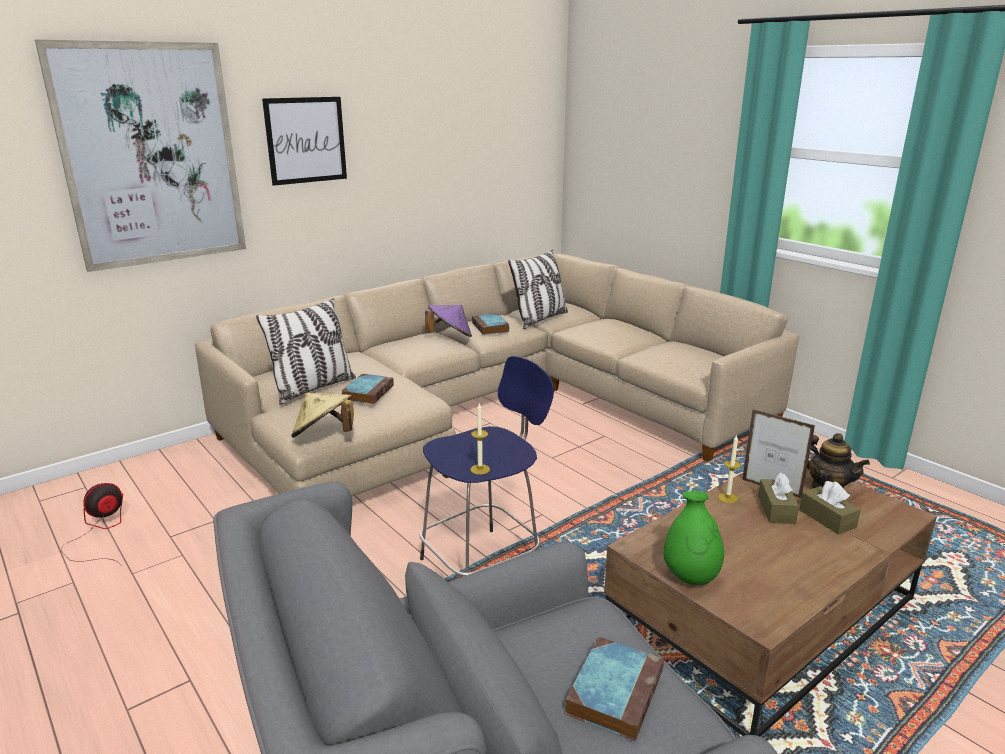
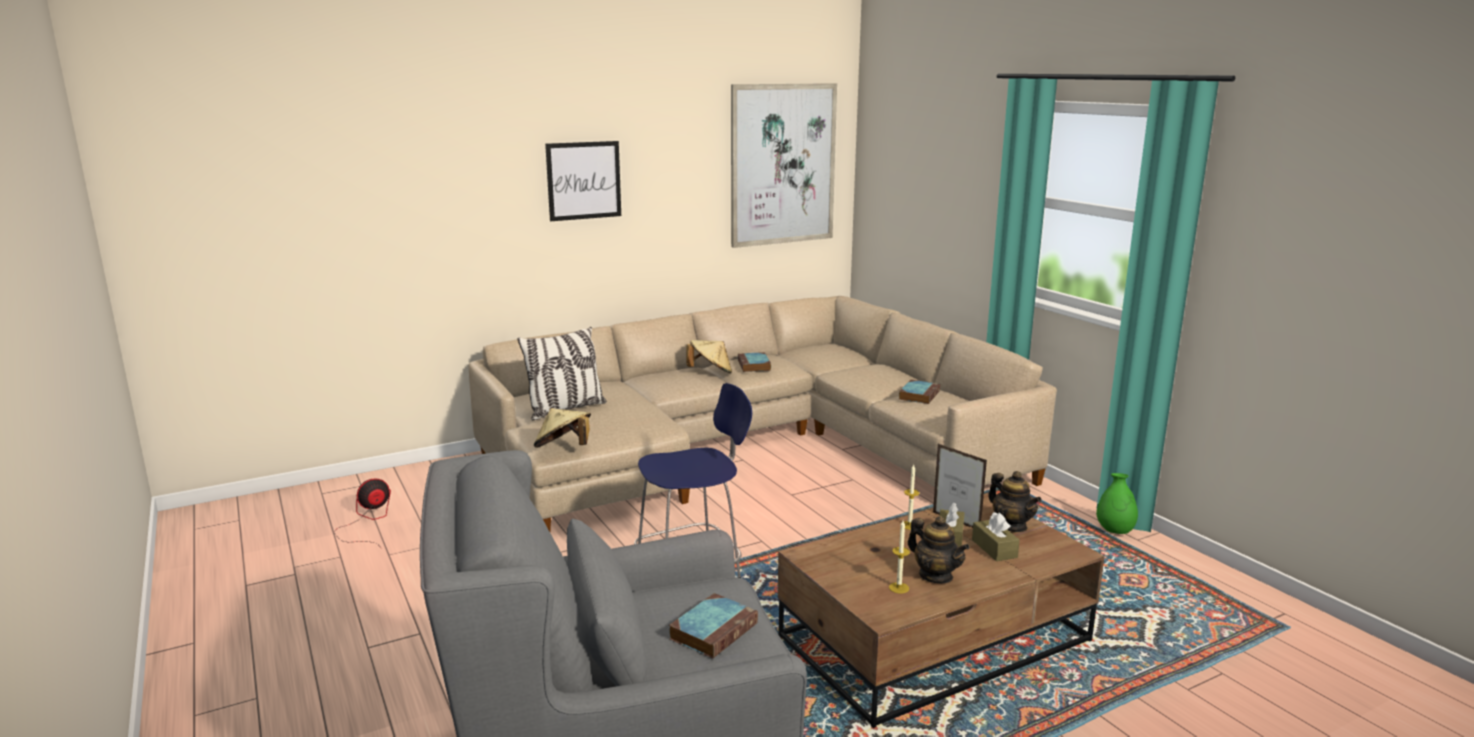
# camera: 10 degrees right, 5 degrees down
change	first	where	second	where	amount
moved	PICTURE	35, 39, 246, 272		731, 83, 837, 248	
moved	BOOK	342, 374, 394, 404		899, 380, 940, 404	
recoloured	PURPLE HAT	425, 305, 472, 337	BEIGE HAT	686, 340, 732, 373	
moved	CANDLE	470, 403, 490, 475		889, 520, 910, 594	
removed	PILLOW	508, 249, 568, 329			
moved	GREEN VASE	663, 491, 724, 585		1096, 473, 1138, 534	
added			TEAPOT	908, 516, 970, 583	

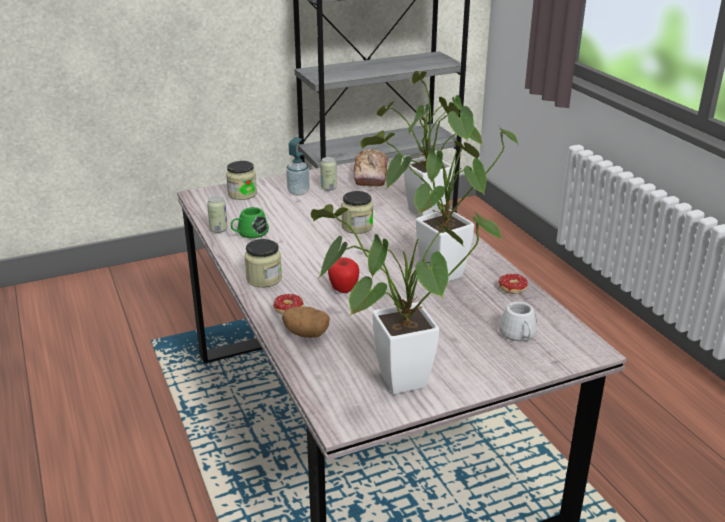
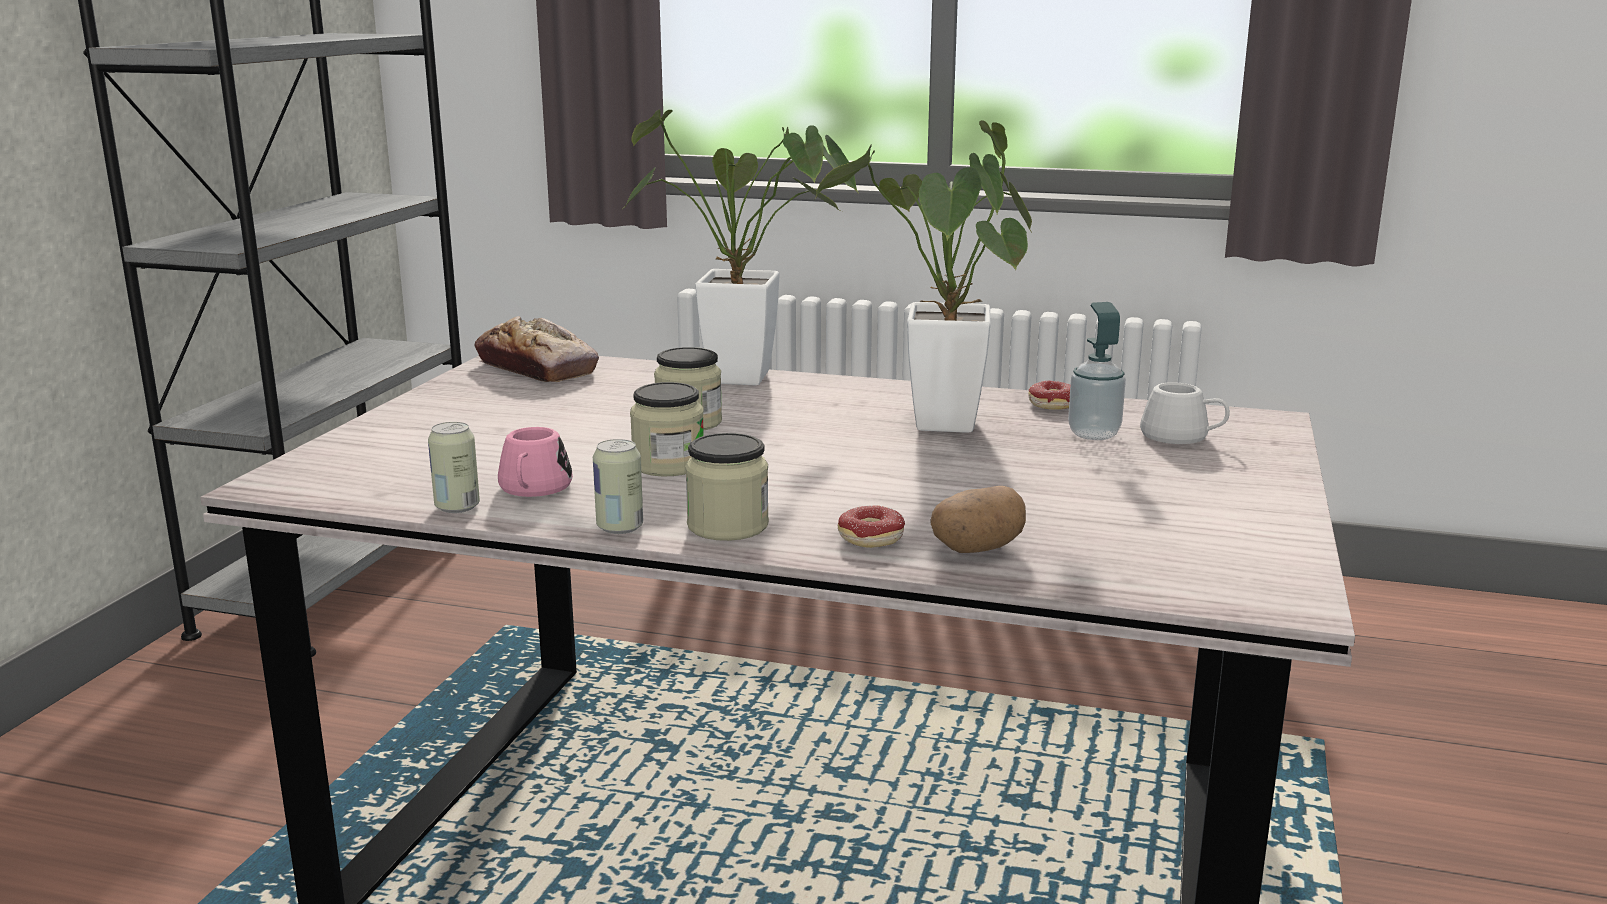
# camera: 50 degrees left, 10 degrees down
change	first	where	second	where	amount
moved	JAR	226, 161, 257, 200		630, 382, 704, 476	
recoloured	GREEN MUG	231, 207, 269, 238	PINK MUG	498, 427, 573, 497	
moved	SOAP DISPENSER	286, 137, 310, 196		1068, 302, 1126, 440	
removed	POTTED PLANT	310, 204, 502, 394			
moved	CAN	320, 157, 337, 191		593, 439, 643, 534	
removed	APPLE	328, 258, 359, 293			

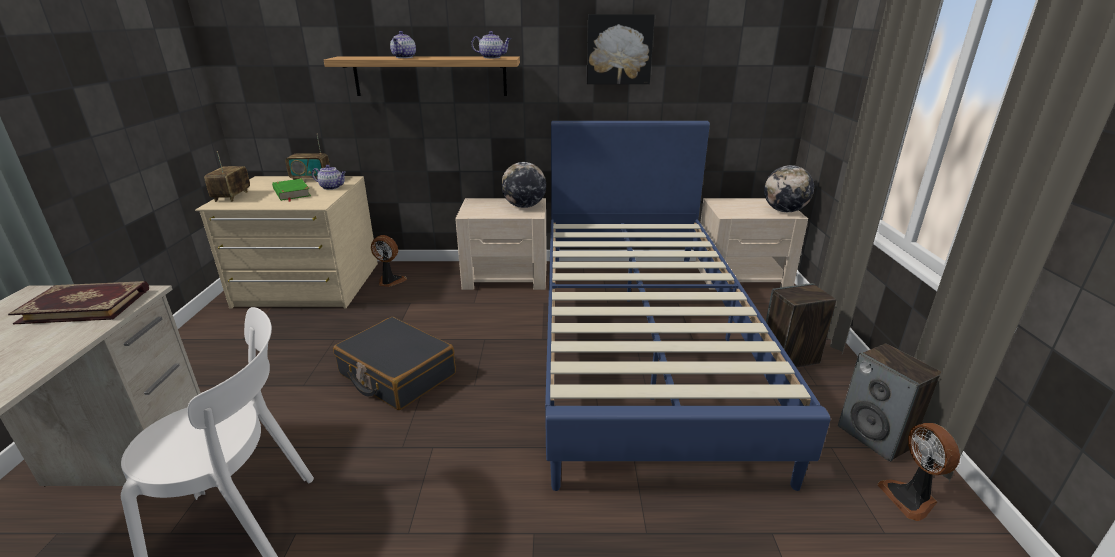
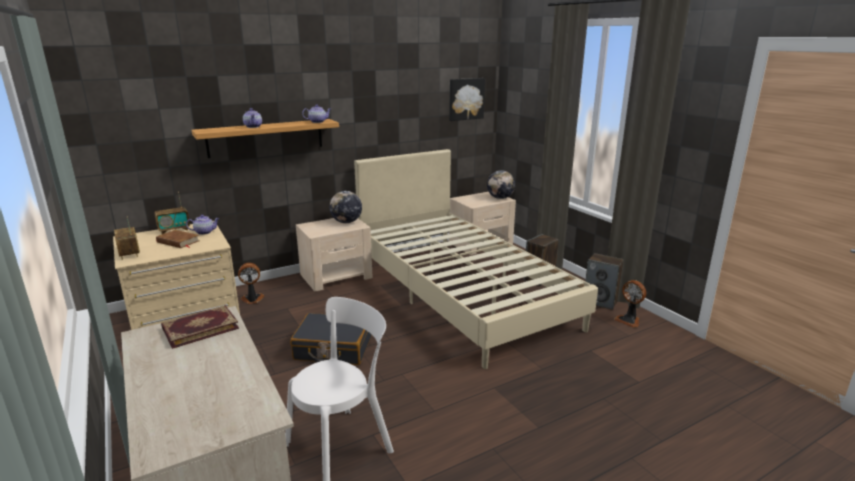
# camera: 30 degrees left, 5 degrees down
change	first	where	second	where	amount
recoloured	GREEN BOOK	272, 179, 311, 202	BROWN BOOK	156, 230, 199, 248	
recoloured	BLUE BED	545, 121, 830, 491	BEIGE BED	354, 149, 598, 369	
moved	PICTURE	586, 14, 655, 84		449, 78, 485, 121	

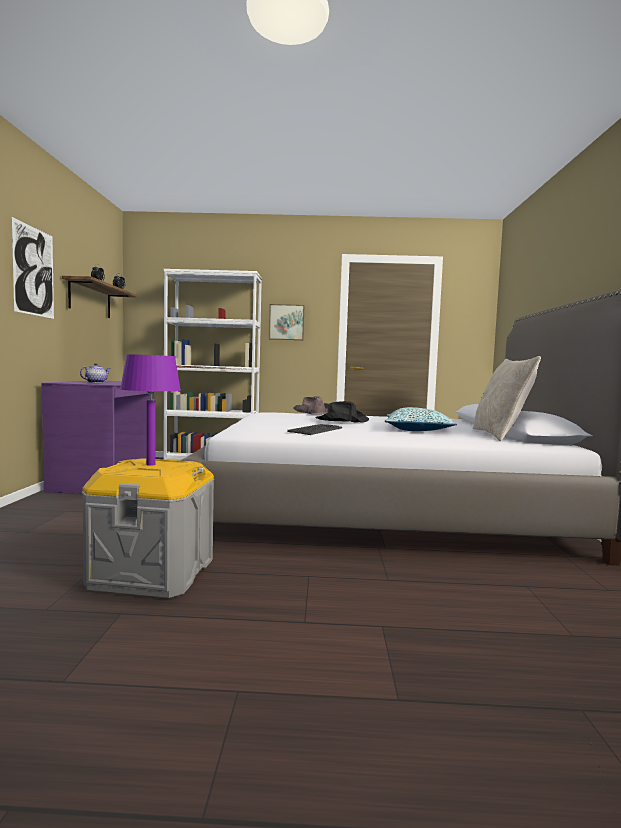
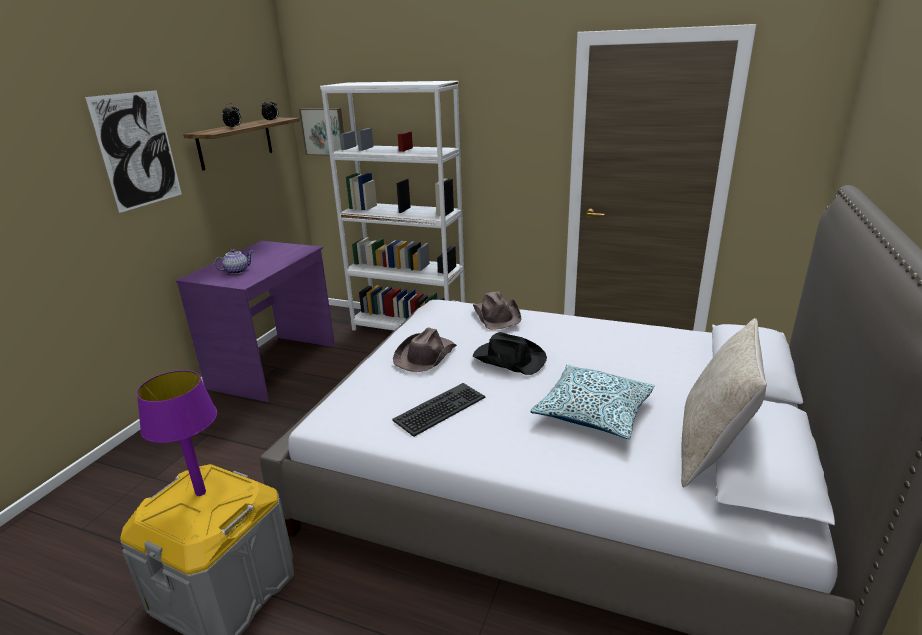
# camera: 20 degrees right, 20 degrees up
change	first	where	second	where	amount
moved	PICTURE	269, 304, 304, 340		299, 108, 344, 156	
added			BROWN HAT	393, 327, 457, 372	

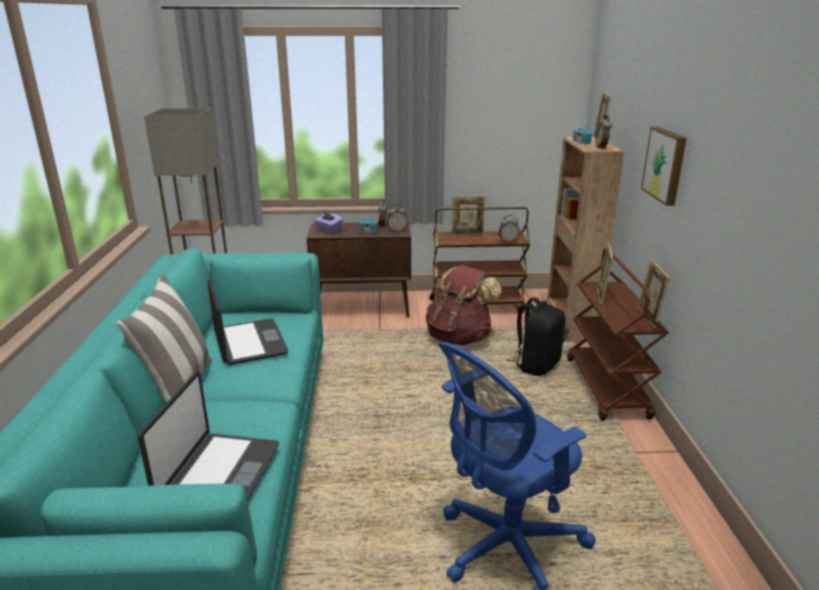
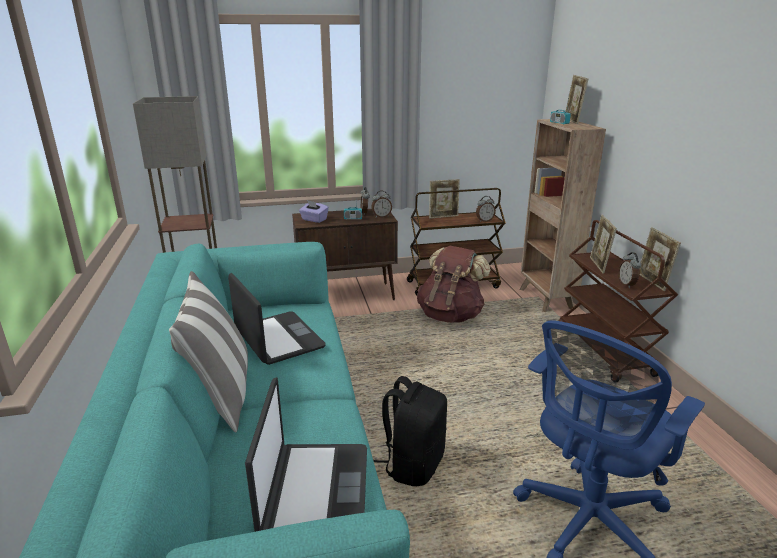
# camera: 10 degrees left, 0 degrees up
change	first	where	second	where	amount
moved	BLACK BACKPACK	507, 297, 566, 376		373, 376, 447, 486	
moved	ALARM CLOCK	596, 115, 612, 150		618, 252, 641, 288	
removed	PICTURE	641, 127, 687, 206			

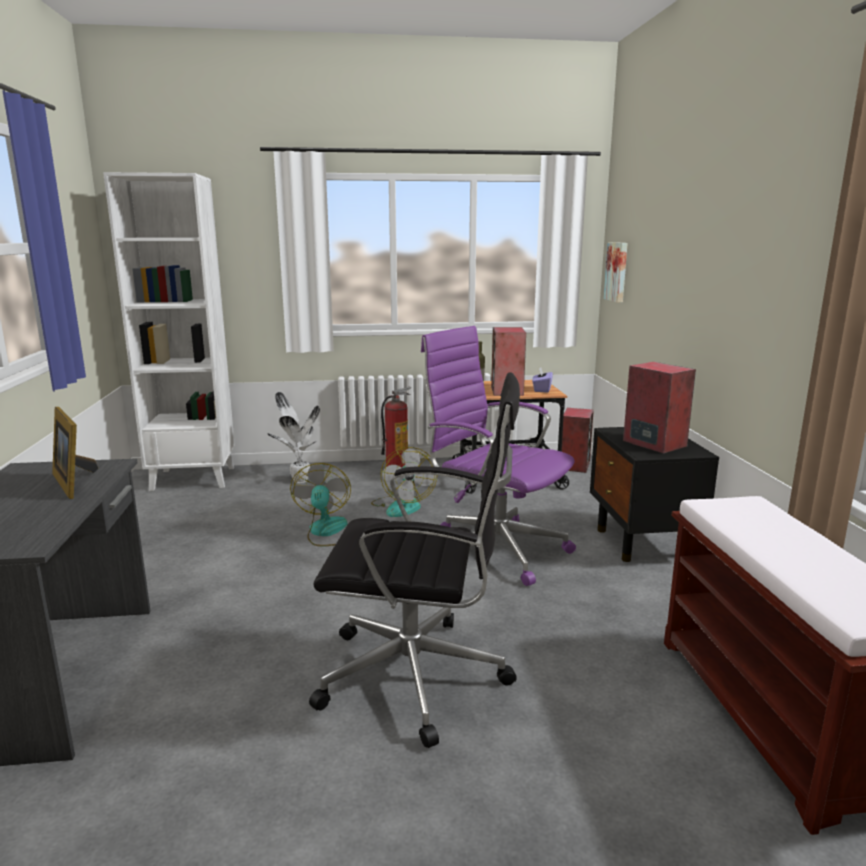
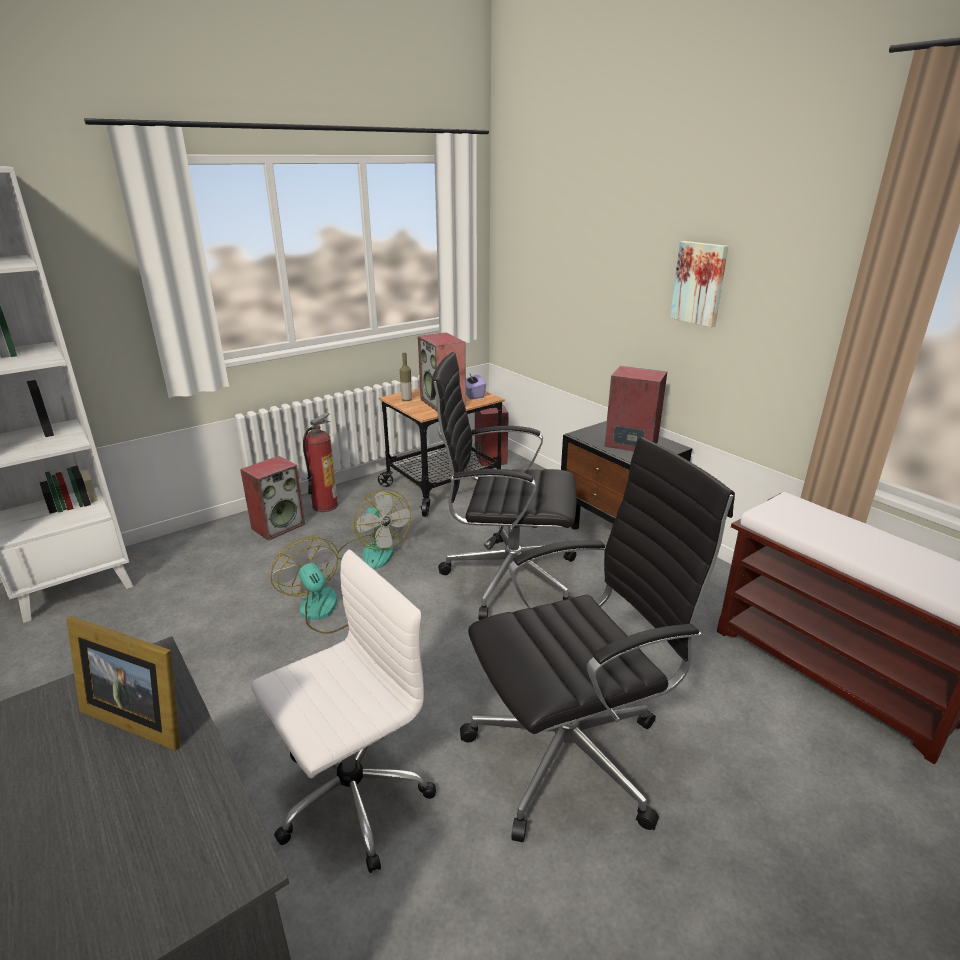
# camera: 30 degrees left, 10 degrees up
change	first	where	second	where	amount
removed	POTTED PLANT	268, 392, 320, 483			
recoloured	PURPLE OFFICE CHAIR	421, 326, 576, 586	BLACK OFFICE CHAIR	431, 352, 577, 620	
moved	PICTURE	604, 242, 628, 303		670, 241, 729, 327	
added			SPEAKER	240, 456, 305, 541	
added			WHITE OFFICE CHAIR	251, 549, 436, 873	

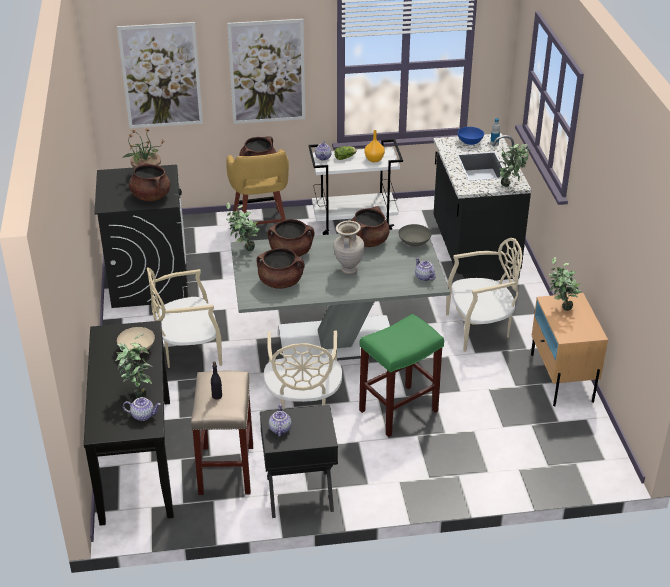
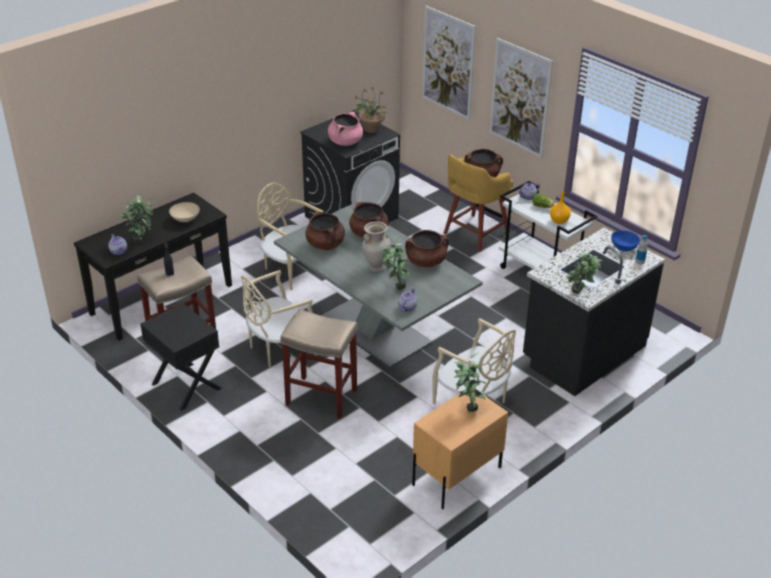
# camera: 55 degrees right, 0 degrees up
change	first	where	second	where	amount
recoloured	BROWN COOKING POT	129, 162, 171, 201	PINK COOKING POT	328, 112, 363, 146	
moved	POTTED PLANT	226, 202, 260, 251		381, 236, 412, 290	
removed	TEAPOT	269, 404, 292, 437			
recoloured	GREEN STOOL	359, 314, 444, 437	BEIGE STOOL	280, 309, 358, 419	
removed	GREY BOWL	398, 224, 431, 246			

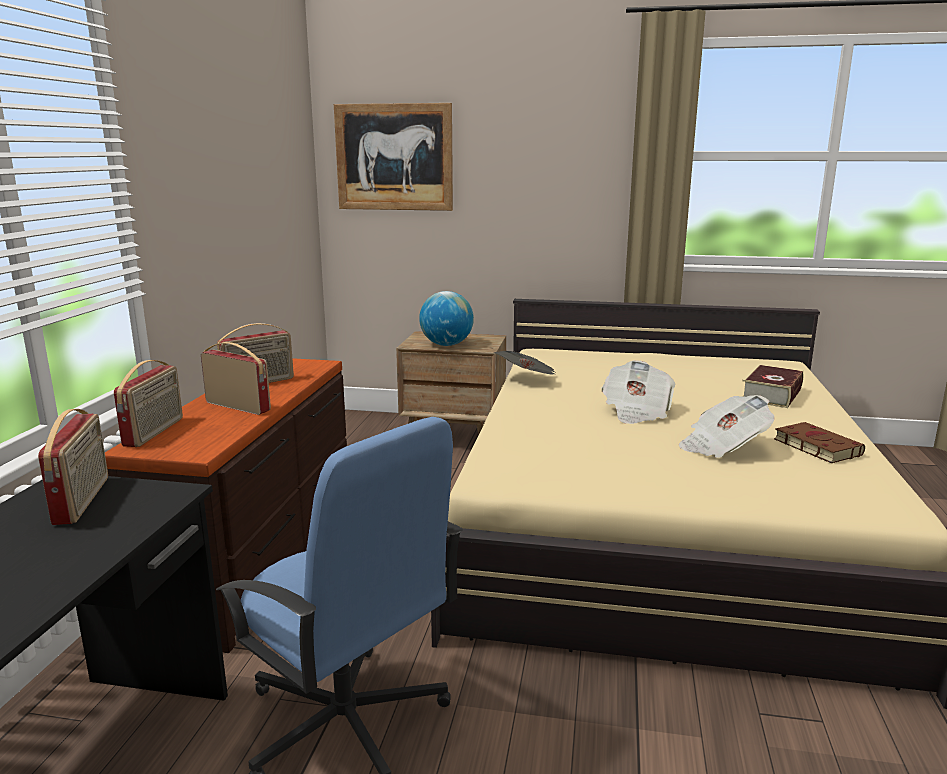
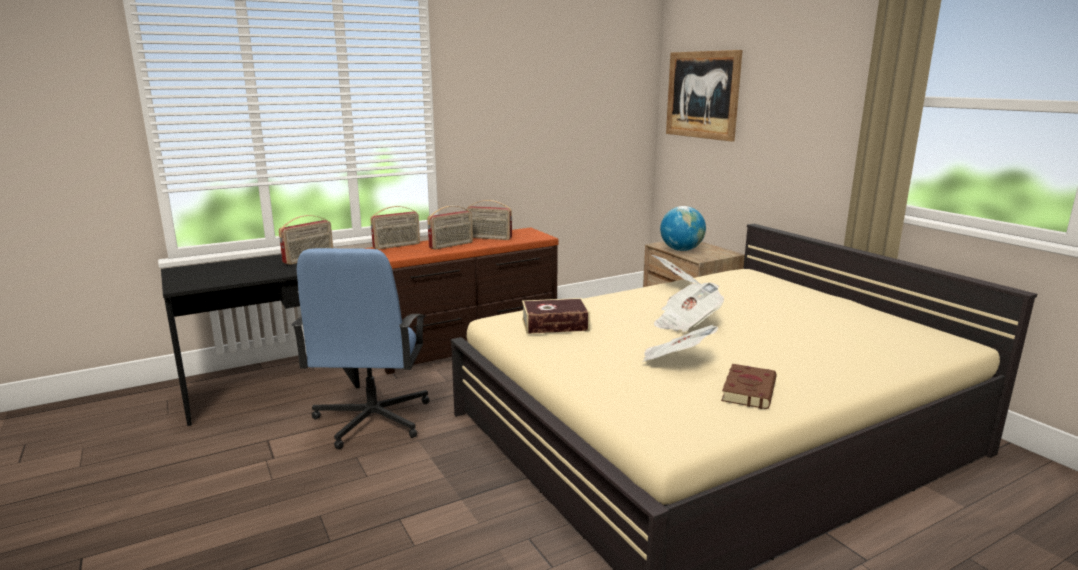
# camera: 50 degrees right, 0 degrees up
change	first	where	second	where	amount
turned	RADIO	201, 342, 271, 415		427, 206, 473, 250	60 degrees clockwise
moved	BOOK	742, 364, 803, 408		522, 298, 590, 334	

